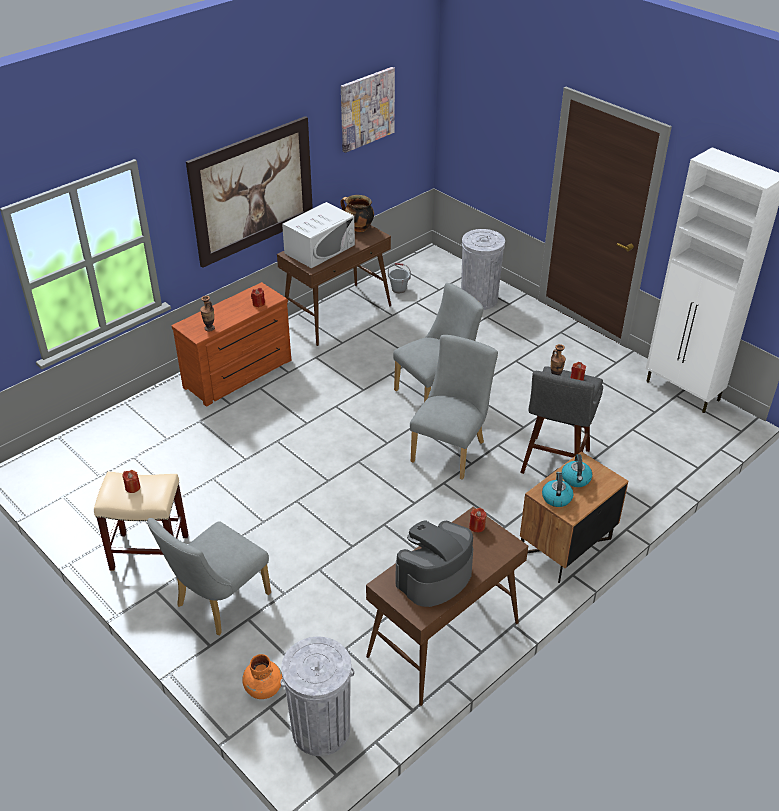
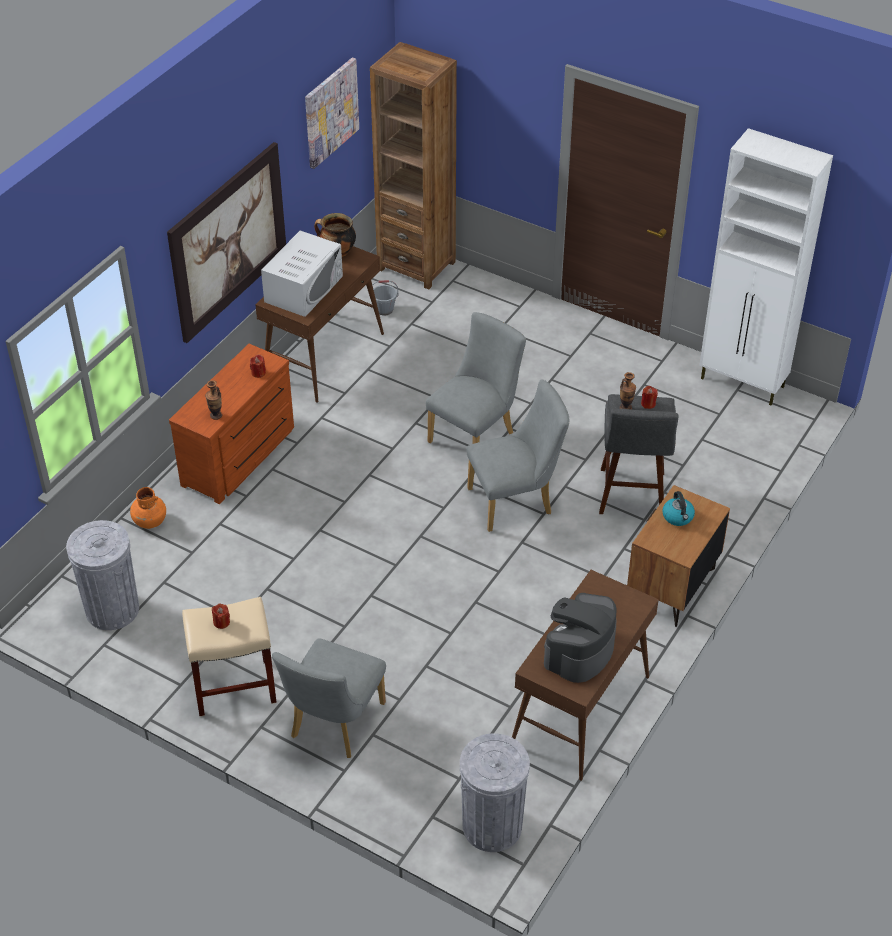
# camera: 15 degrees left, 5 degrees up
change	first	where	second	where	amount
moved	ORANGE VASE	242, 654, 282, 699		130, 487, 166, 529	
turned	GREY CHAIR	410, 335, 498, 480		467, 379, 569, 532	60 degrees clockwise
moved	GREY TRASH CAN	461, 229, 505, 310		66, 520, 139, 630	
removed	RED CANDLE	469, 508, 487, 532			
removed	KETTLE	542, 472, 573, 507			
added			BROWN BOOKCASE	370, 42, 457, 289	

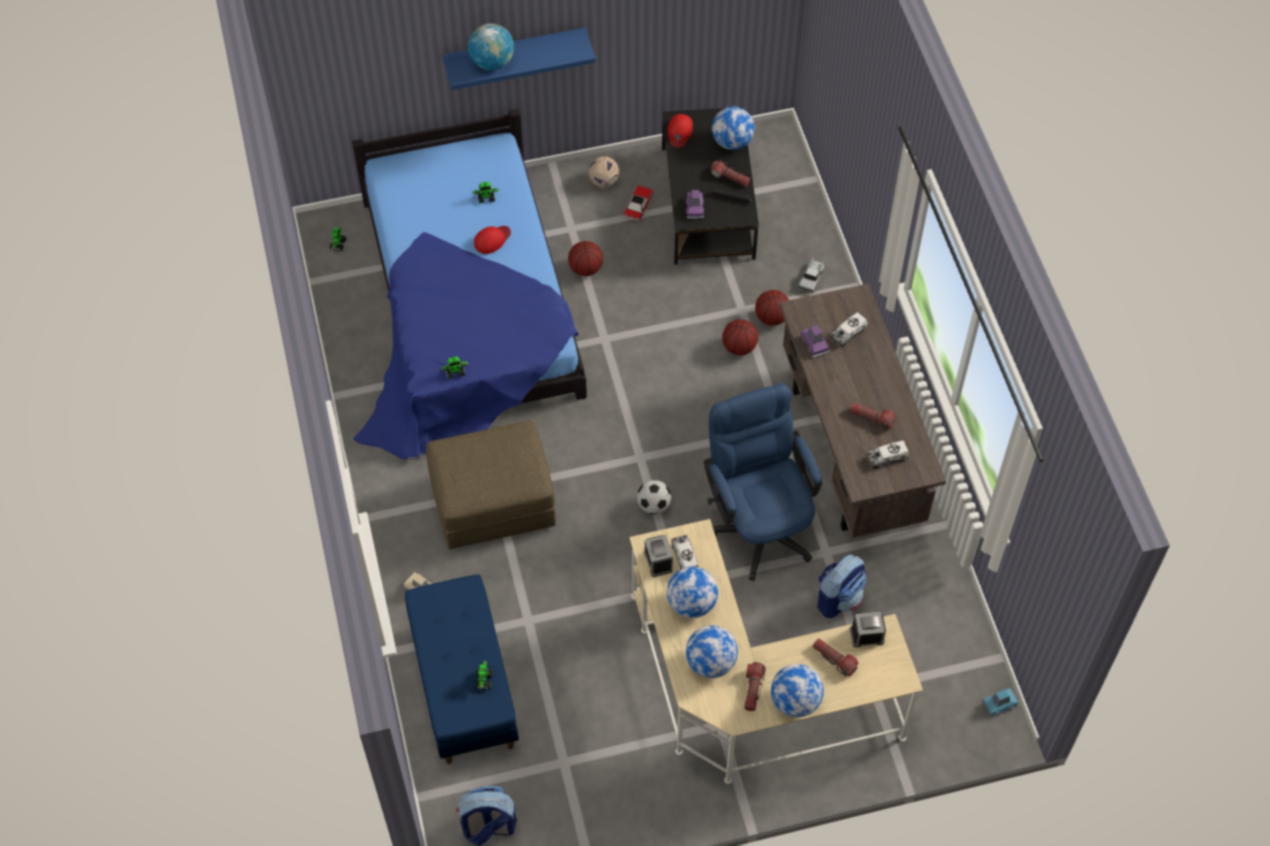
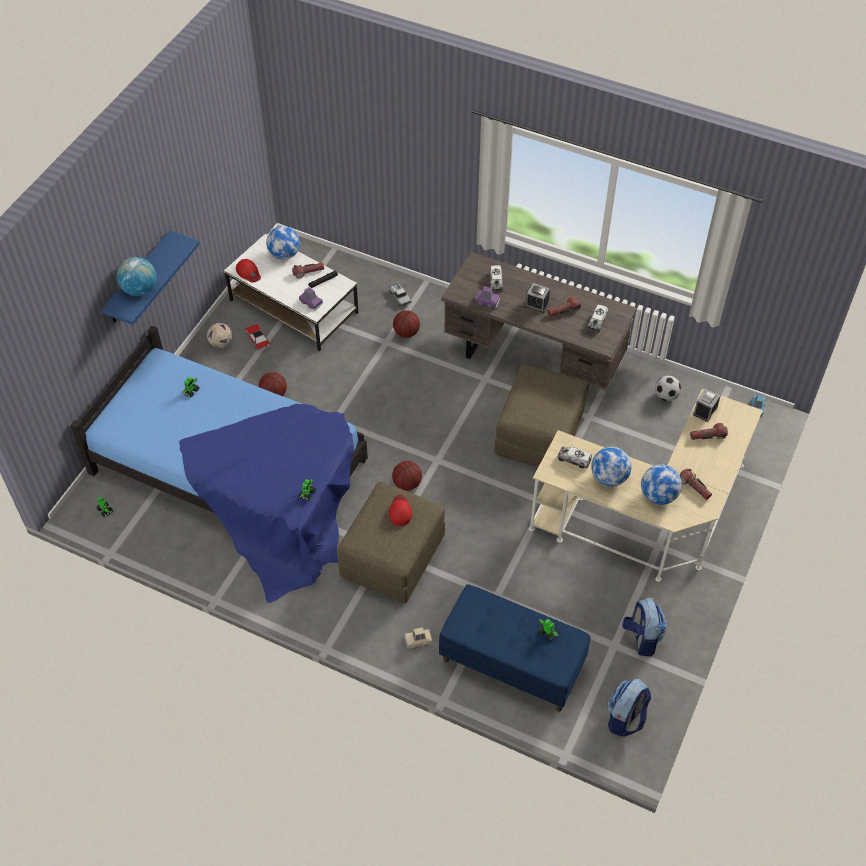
# camera: 50 degrees left, 5 degrees down
change	first	where	second	where	amount
moved	RED CAP	474, 226, 511, 254		389, 495, 412, 526	
moved	FOOTBALL	637, 480, 671, 514		655, 376, 681, 401	
moved	ALARM CLOCK	644, 535, 673, 577		524, 283, 550, 313	
recoloured	BLACK COFFEE TABLE	662, 107, 759, 265	WHITE COFFEE TABLE	224, 234, 359, 351	
replaced	BLUE OFFICE CHAIR	704, 383, 822, 581	BROWN OTTOMAN	494, 364, 587, 467	
moved	BASKETBALL	722, 319, 758, 355		392, 461, 422, 491	
removed	GLOBE	771, 664, 824, 717			
moved	BACKPACK	817, 554, 867, 618		622, 598, 666, 657	

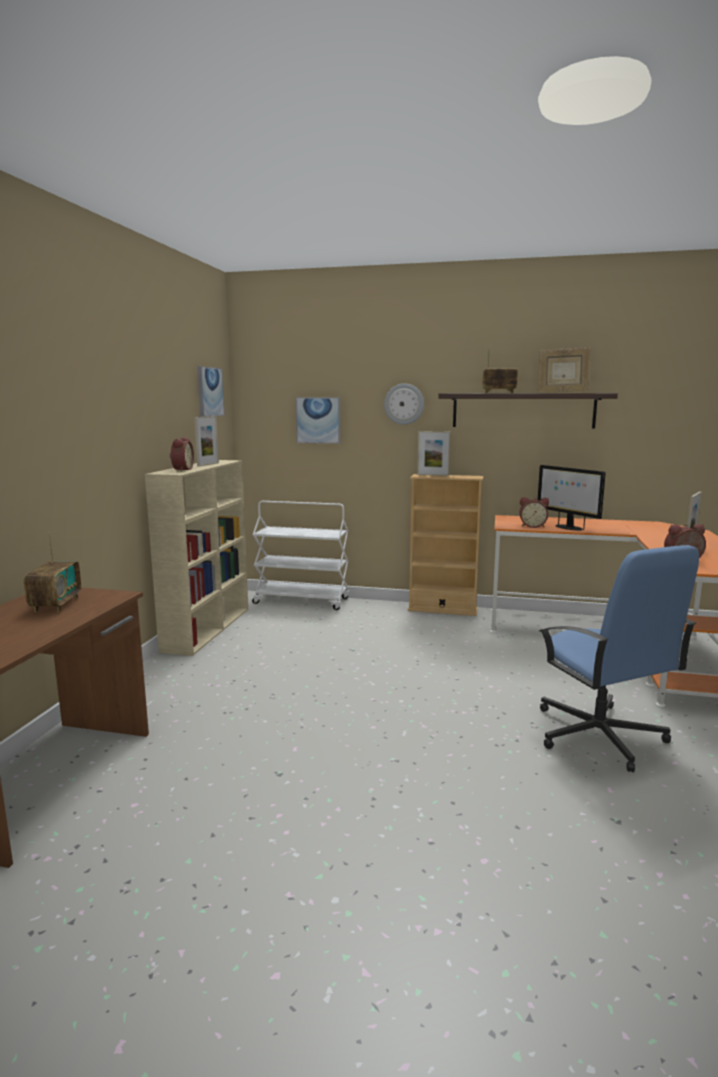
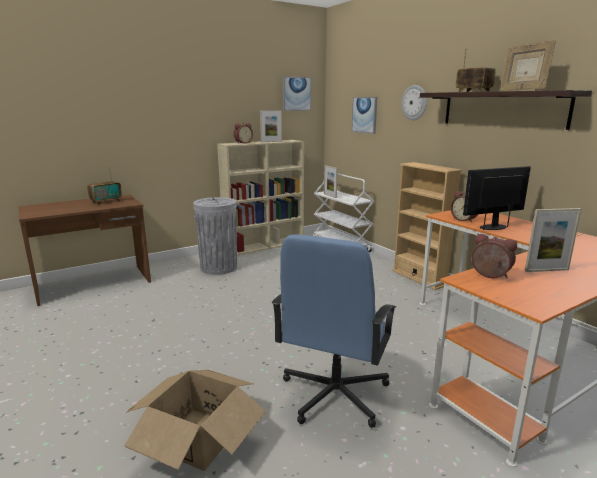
# camera: 45 degrees right, 5 degrees up
change	first	where	second	where	amount
moved	PICTURE FRAME	417, 431, 450, 476		324, 165, 338, 198	
turned	MONITOR	538, 465, 606, 531		463, 166, 531, 230	60 degrees clockwise
added			CARDBOARD BOX	124, 370, 266, 471	
added			GREY TRASH CAN	193, 197, 237, 275	

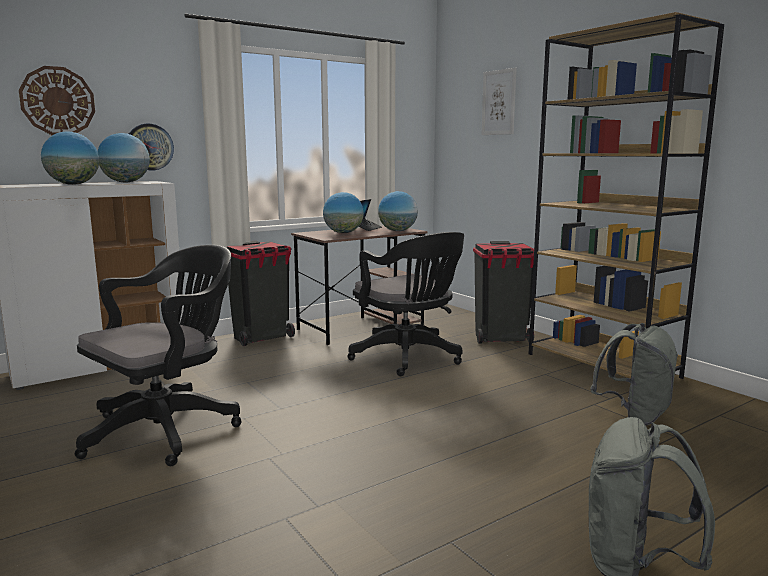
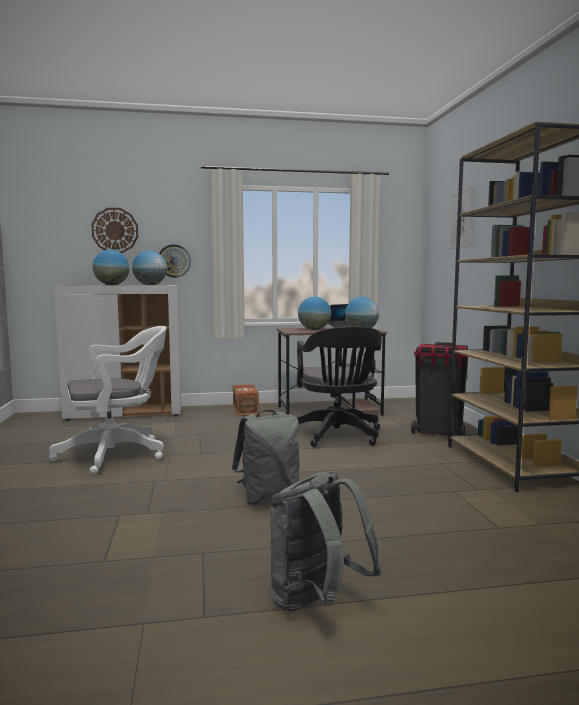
# camera: 25 degrees right, 5 degrees down
change	first	where	second	where	amount
recoloured	BLACK OFFICE CHAIR	75, 245, 242, 466	WHITE OFFICE CHAIR	49, 326, 166, 474	
replaced	BLACK TRASH CAN	227, 241, 295, 346	BROWN STORAGE BOX	233, 384, 259, 416	
moved	GREY BACKPACK	590, 323, 678, 425		231, 410, 299, 505	

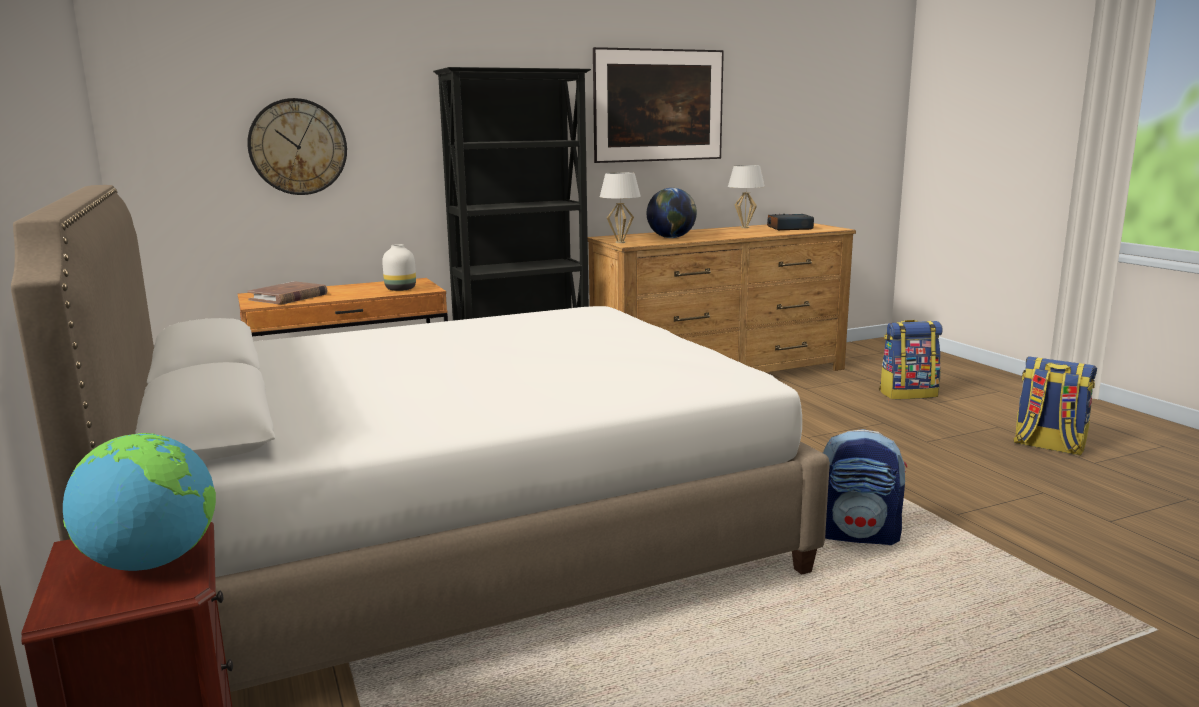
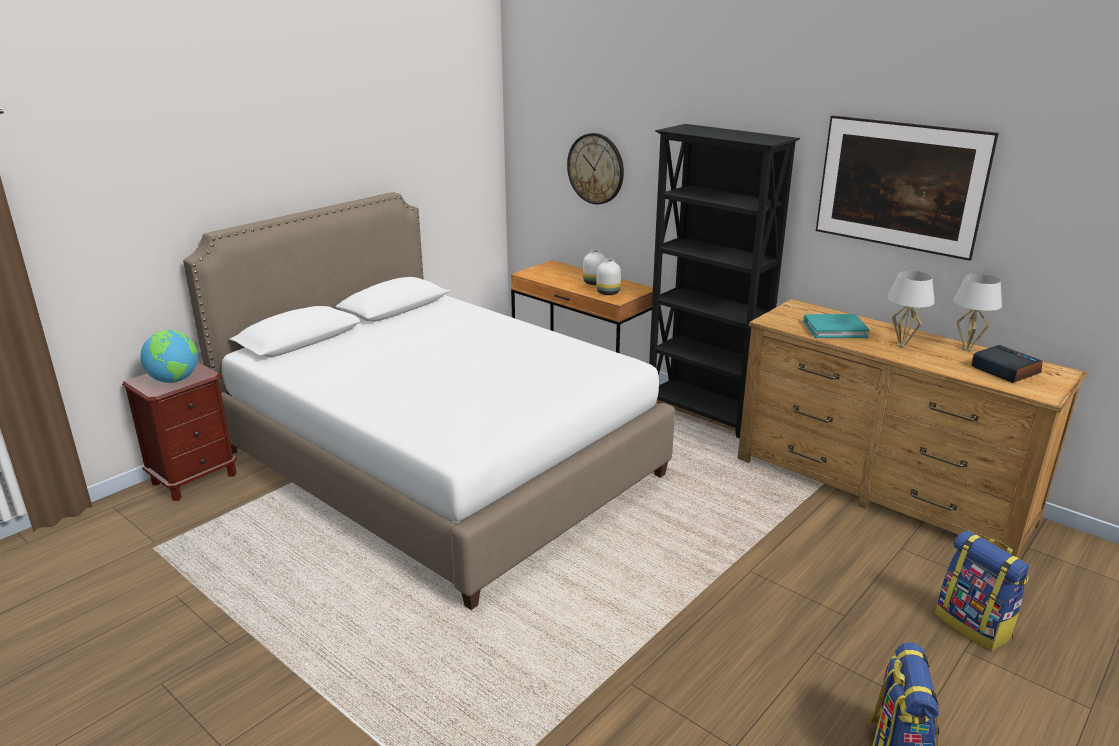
# camera: 65 degrees right, 10 degrees up
change	first	where	second	where	amount
removed	BROWN BOOK	248, 281, 328, 304			
moved	WHITE TABLE LAMP	600, 172, 641, 243		887, 271, 935, 347	
replaced	GLOBE	647, 188, 697, 238	TURQUOISE BOOK	804, 314, 870, 338	
removed	BACKPACK	823, 429, 907, 545			
added			WHITE VASE	583, 250, 606, 285	

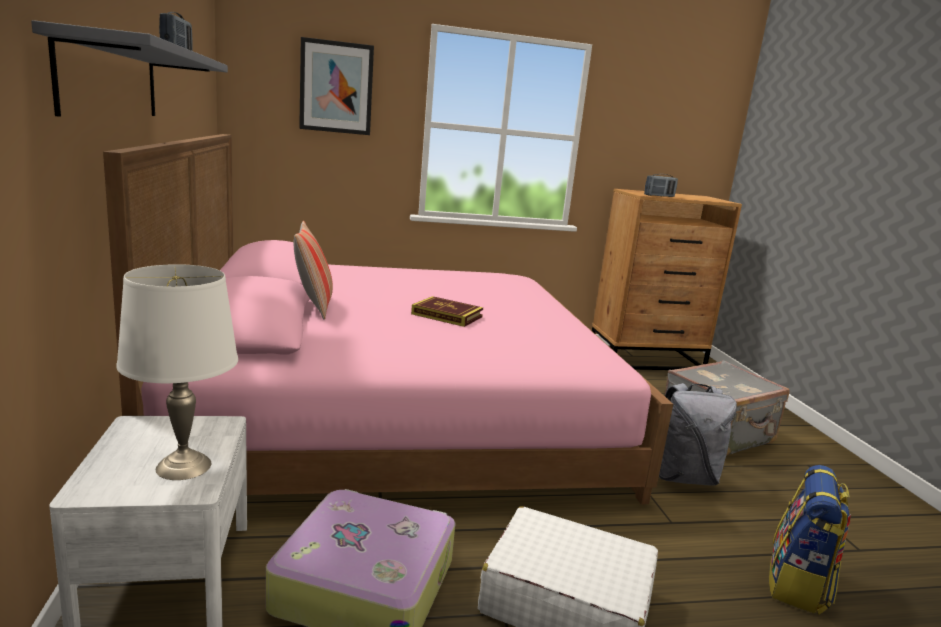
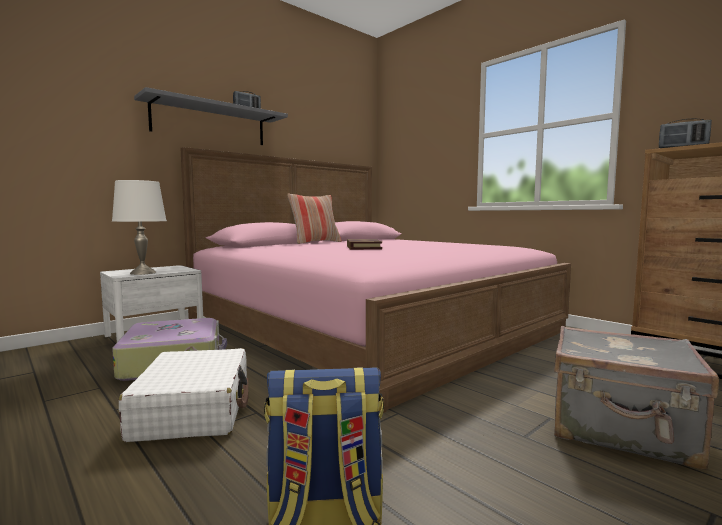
# camera: 60 degrees right, 10 degrees down
change	first	where	second	where	amount
removed	PICTURE	299, 37, 374, 135			
removed	GREY BACKPACK	659, 383, 737, 485			

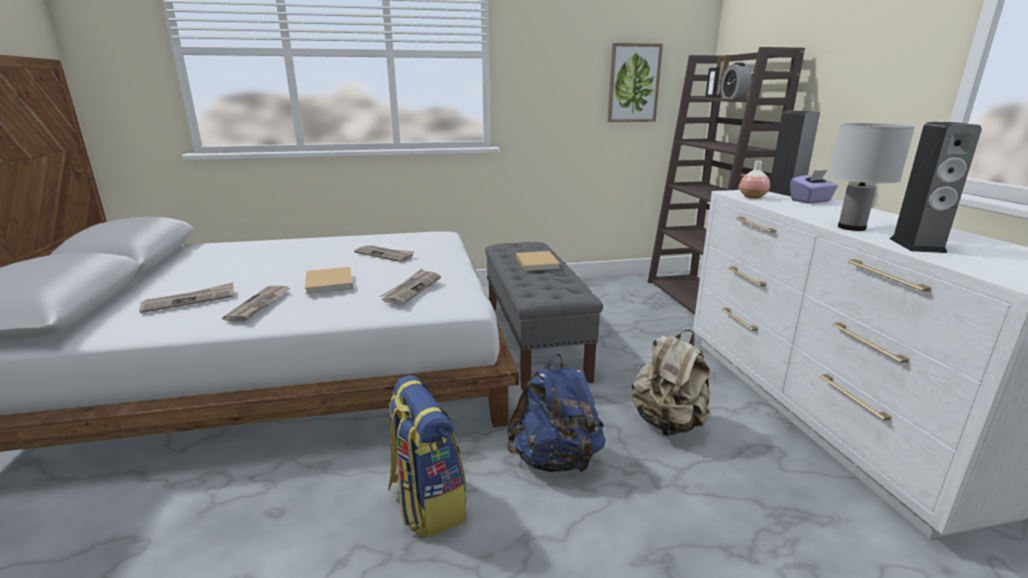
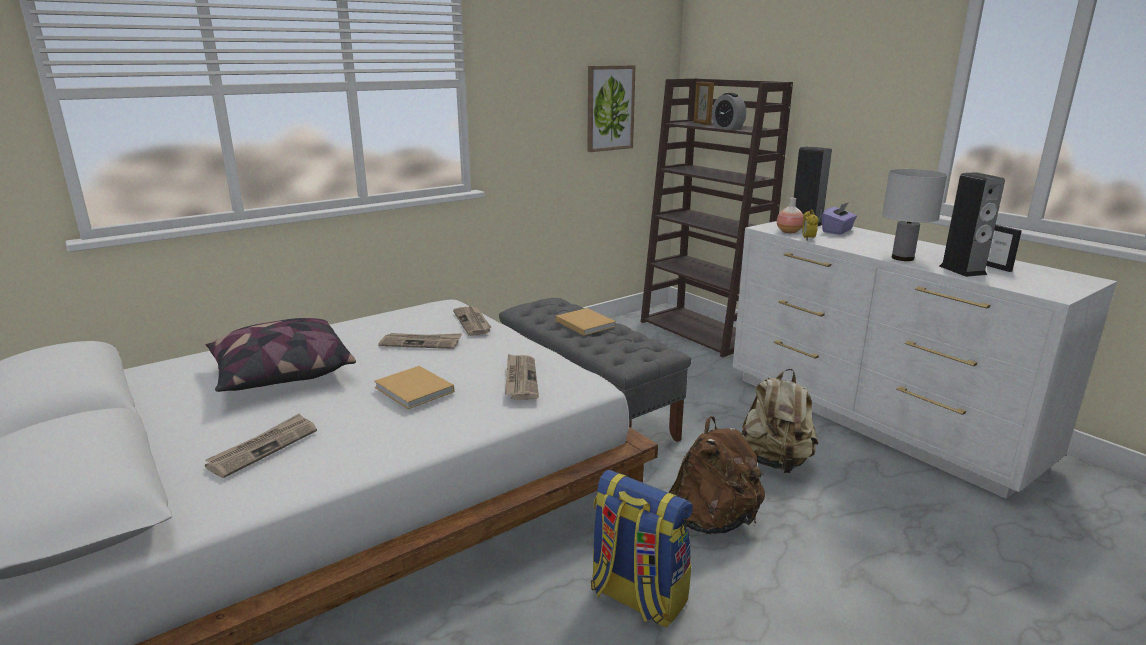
# camera: 25 degrees left, 0 degrees up
change	first	where	second	where	amount
moved	NEWSPAPER	222, 286, 291, 321		453, 306, 491, 336	
recoloured	BLUE BACKPACK	507, 354, 606, 474	BROWN BACKPACK	669, 416, 765, 534	
moved	PICTURE FRAME	705, 67, 720, 98		986, 225, 1022, 272	
added			PILLOW	206, 318, 356, 392	
added			ALARM CLOCK	802, 209, 819, 241	

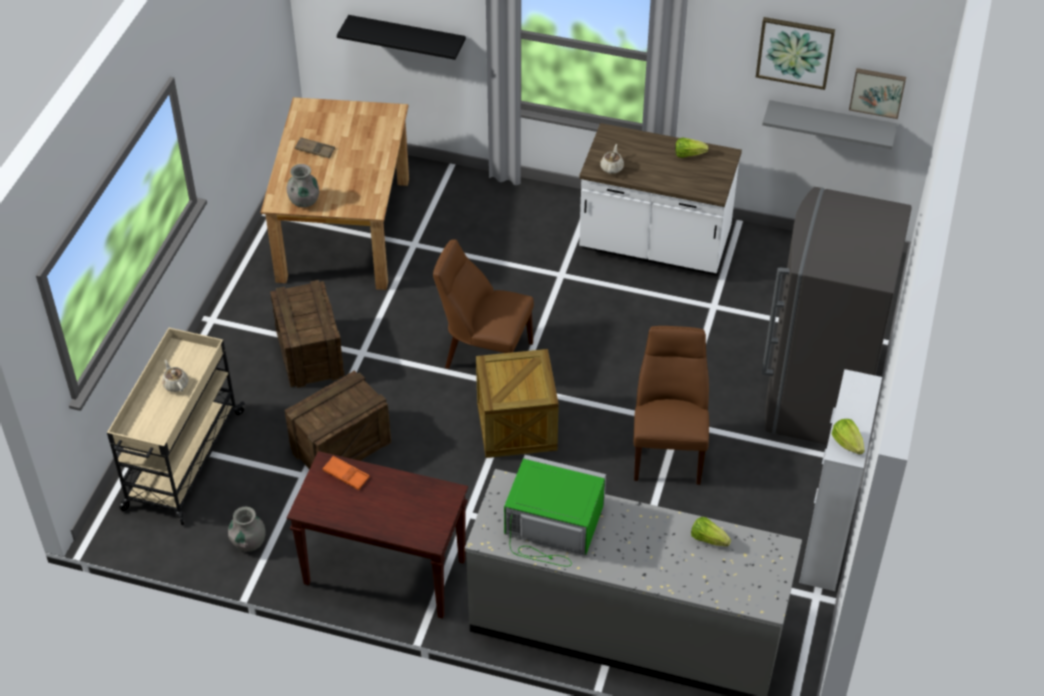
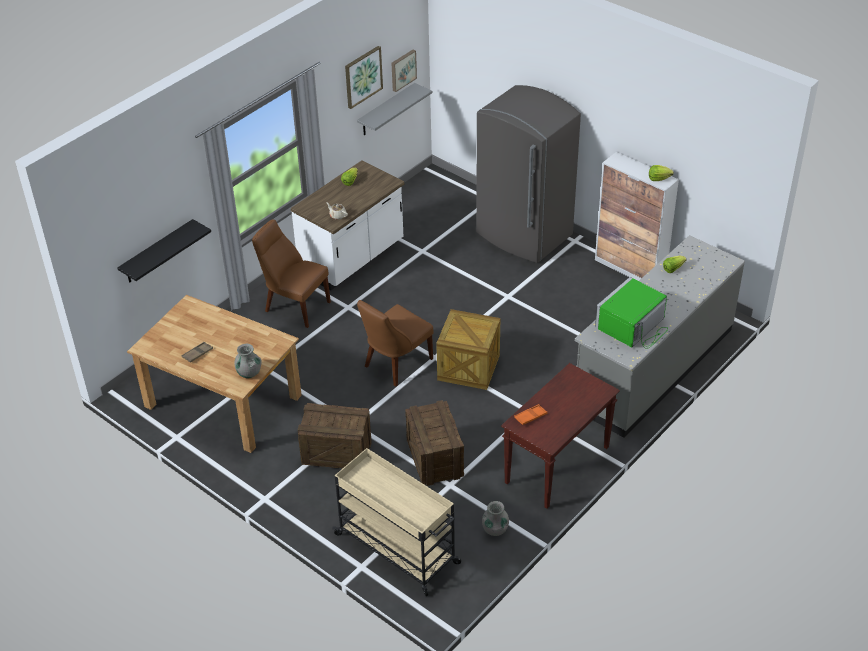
# camera: 65 degrees left, 5 degrees down
change	first	where	second	where	amount
removed	BEIGE TEAPOT	162, 360, 189, 392			
moved	BROWN CHAIR	634, 326, 709, 485		252, 220, 331, 328	

